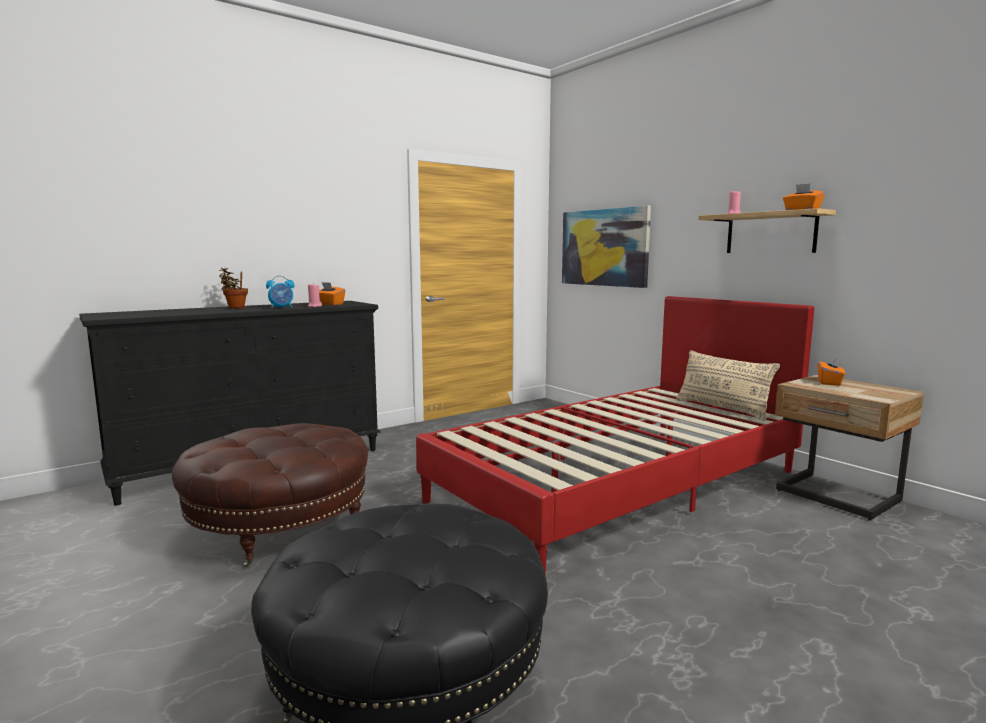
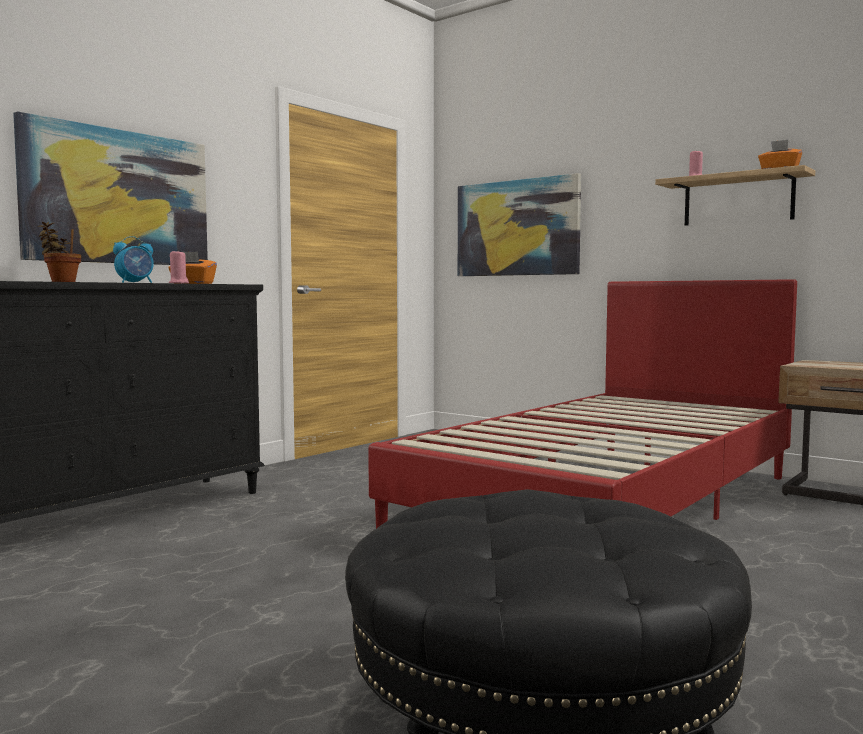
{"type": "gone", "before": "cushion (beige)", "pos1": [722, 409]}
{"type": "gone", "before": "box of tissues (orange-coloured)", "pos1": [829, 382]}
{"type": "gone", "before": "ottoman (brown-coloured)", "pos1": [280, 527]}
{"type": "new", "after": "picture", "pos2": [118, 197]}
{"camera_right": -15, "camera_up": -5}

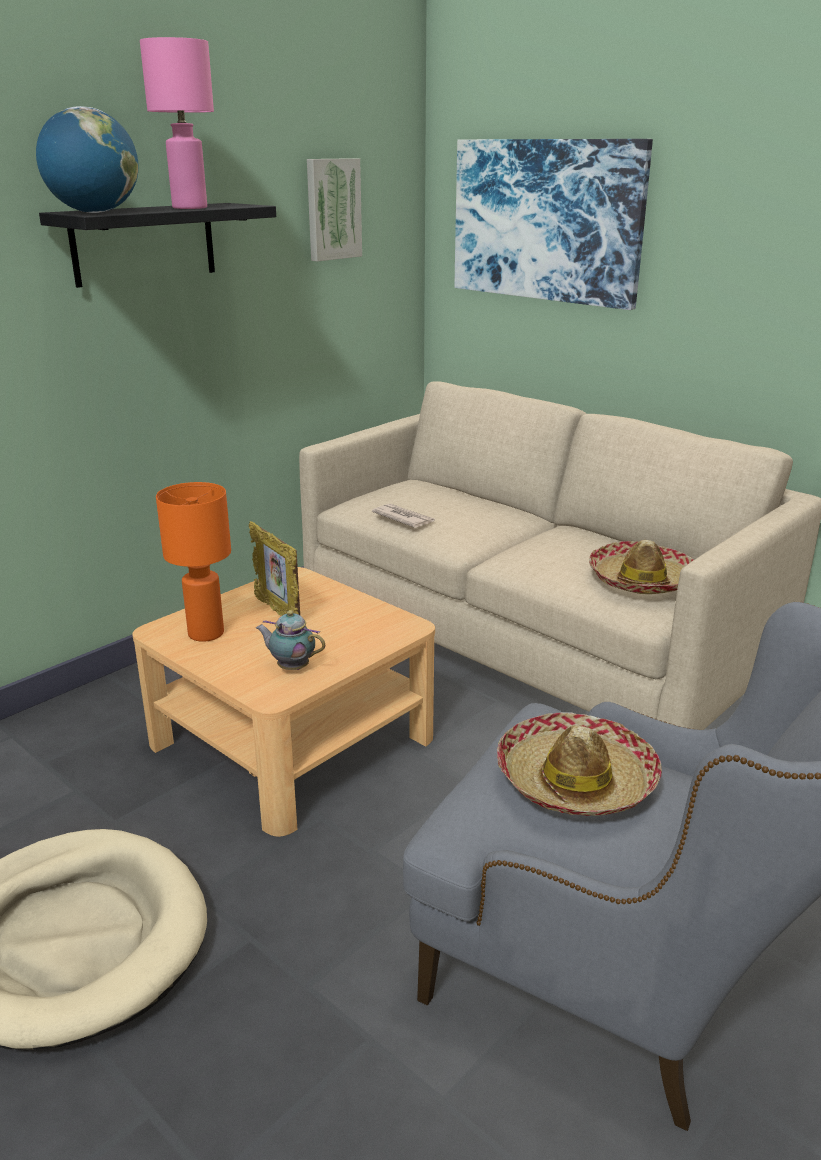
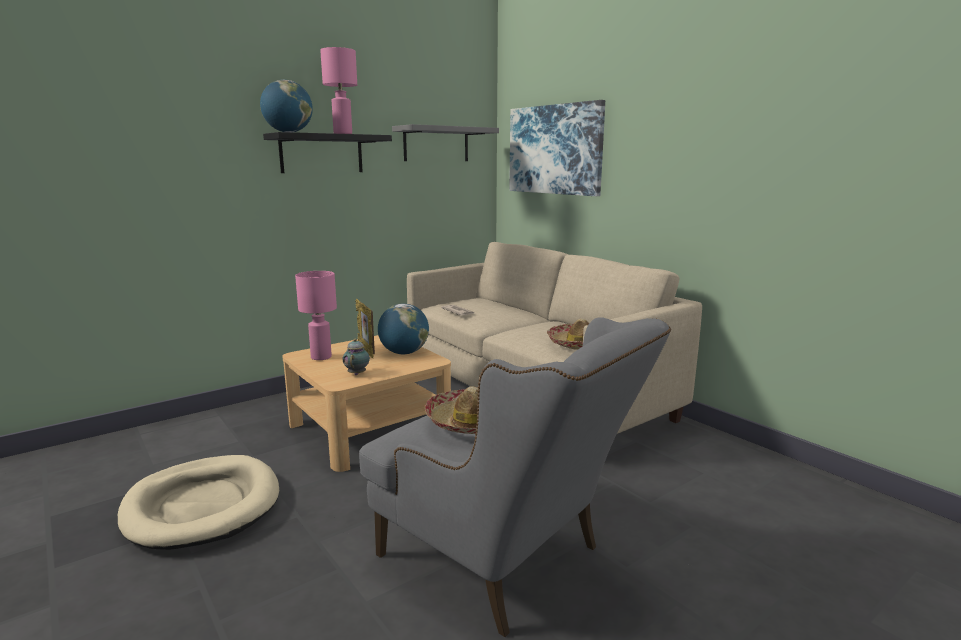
{"type": "swapped", "before": "picture", "after": "bracket shelf (greyish)", "pos1": [332, 209], "pos2": [436, 144]}
{"type": "repainted", "before": "table lamp (orange-coloured)", "after": "table lamp (pinkish)", "pos1": [206, 633], "pos2": [321, 357]}
{"type": "rotated", "before": "pot for tea", "pos1": [291, 667], "pos2": [357, 373], "turn": 60}
{"type": "new", "after": "desk globe", "pos2": [404, 353]}
{"camera_right": 10, "camera_up": -10}

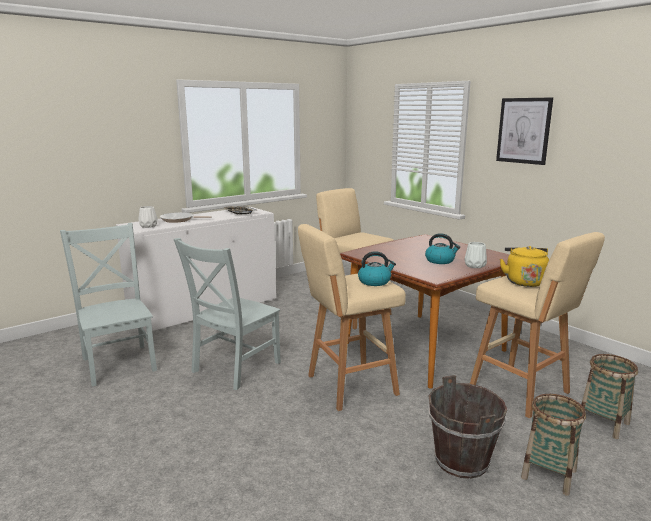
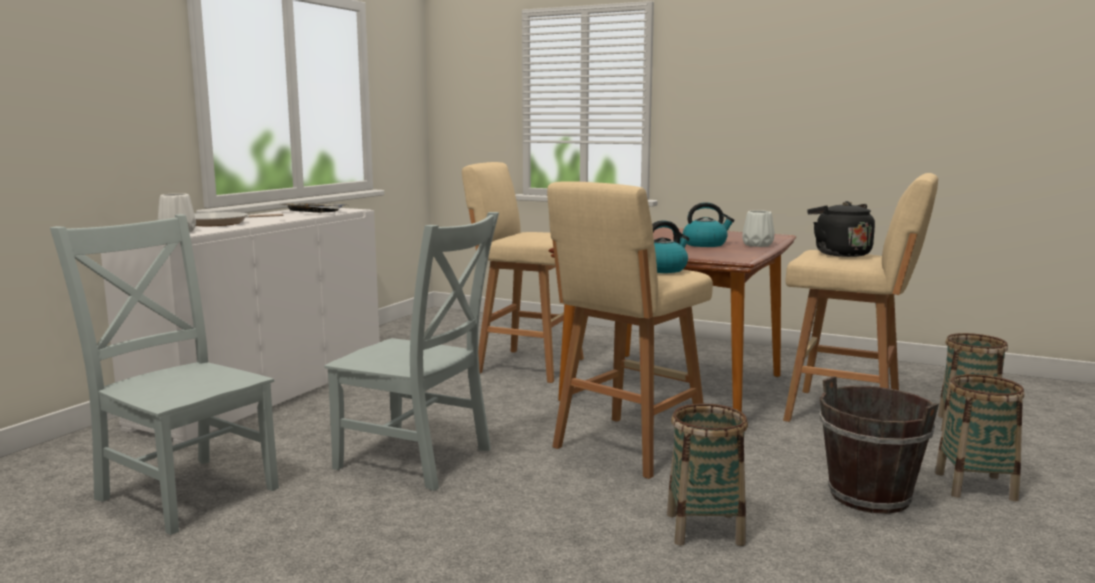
{"type": "gone", "before": "picture", "pos1": [523, 130]}
{"type": "rotated", "before": "plain chair (greyish)", "pos1": [233, 368], "pos2": [419, 460], "turn": -75}
{"type": "repainted", "before": "kettle (yellow)", "after": "kettle (black-coloured)", "pos1": [524, 281], "pos2": [839, 254]}
{"type": "new", "after": "basket", "pos2": [705, 529]}
{"camera_right": -25, "camera_up": -5}

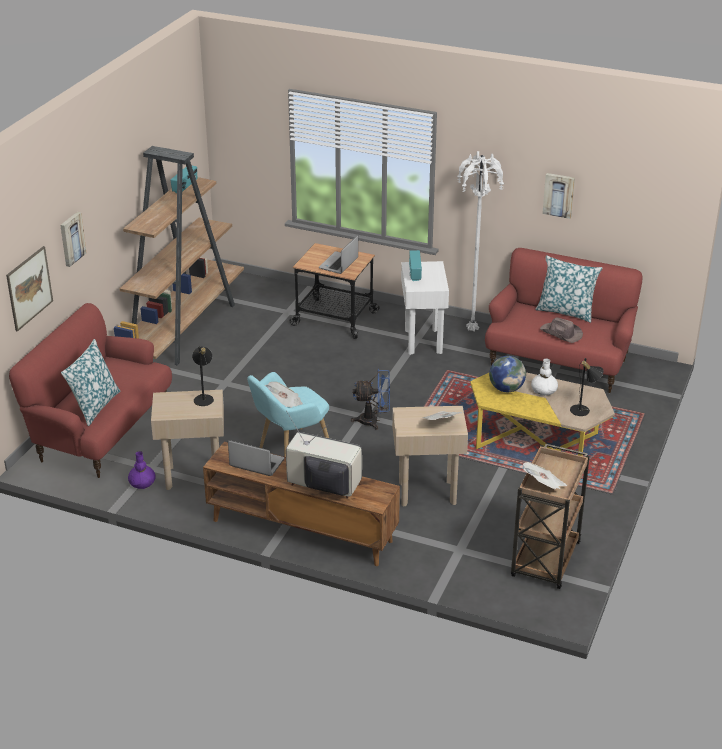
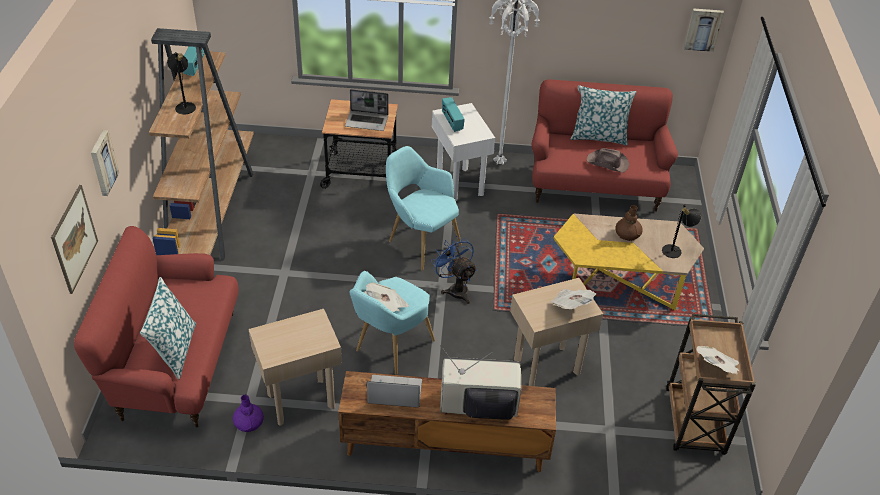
{"type": "shifted", "before": "picture", "pos1": [559, 195], "pos2": [703, 29]}
{"type": "rotated", "before": "portable computer", "pos1": [338, 264], "pos2": [367, 121], "turn": -90}
{"type": "shifted", "before": "table lamp (black-coloured)", "pos1": [204, 398], "pos2": [185, 106]}
{"type": "gone", "before": "desk globe", "pos1": [506, 389]}
{"type": "repainted", "before": "flower vase (white)", "after": "flower vase (brown-coloured)", "pos1": [543, 390], "pos2": [627, 234]}
{"type": "rotated", "before": "electric fan (blue-coloured)", "pos1": [374, 421], "pos2": [455, 289], "turn": -105}
{"type": "new", "after": "lounge chair (turquoise-coloured)", "pos2": [420, 241]}
{"camera_right": -20, "camera_up": 10}

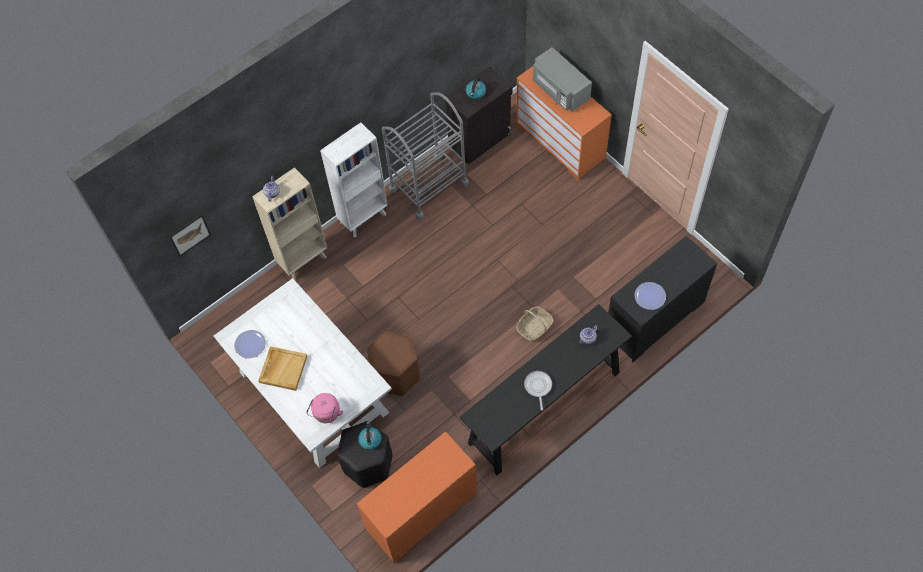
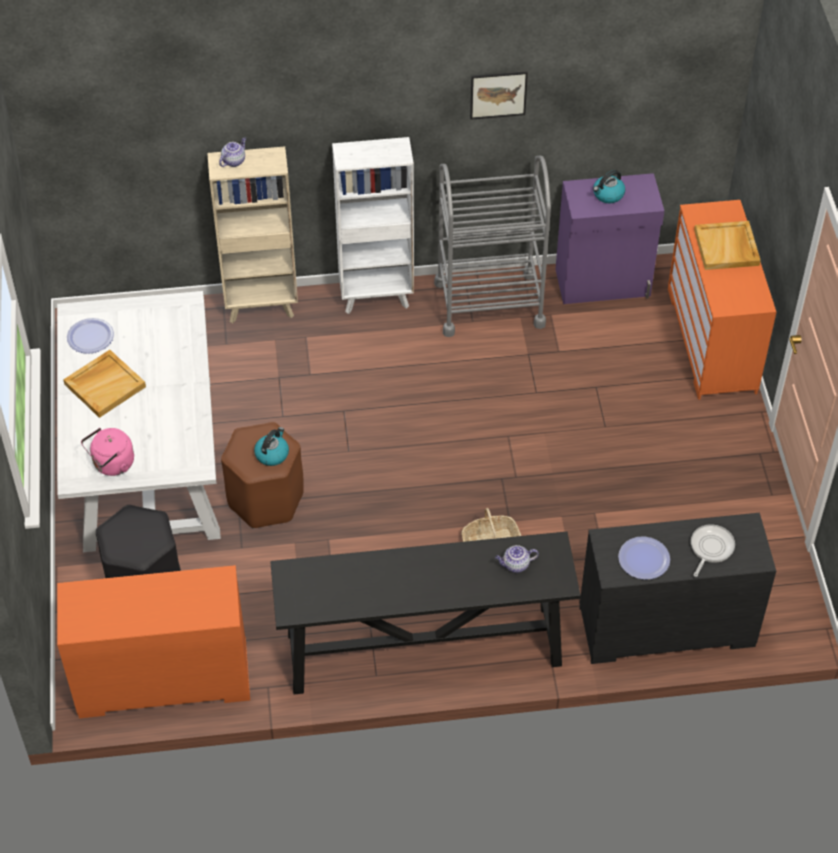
{"type": "swapped", "before": "microwave oven (greyish)", "after": "serving tray (beige)", "pos1": [559, 90], "pos2": [727, 248]}
{"type": "repainted", "before": "storage cabinet (black-coloured)", "after": "storage cabinet (purplish)", "pos1": [480, 140], "pos2": [603, 283]}
{"type": "shifted", "before": "picture", "pos1": [190, 235], "pos2": [498, 94]}
{"type": "shifted", "before": "frying pan", "pos1": [538, 387], "pos2": [710, 548]}
{"type": "shifted", "before": "kettle", "pos1": [370, 439], "pos2": [272, 454]}
{"camera_right": 30, "camera_up": -10}

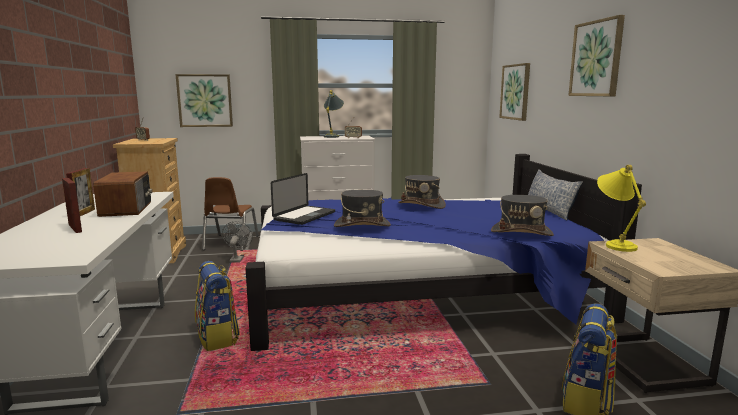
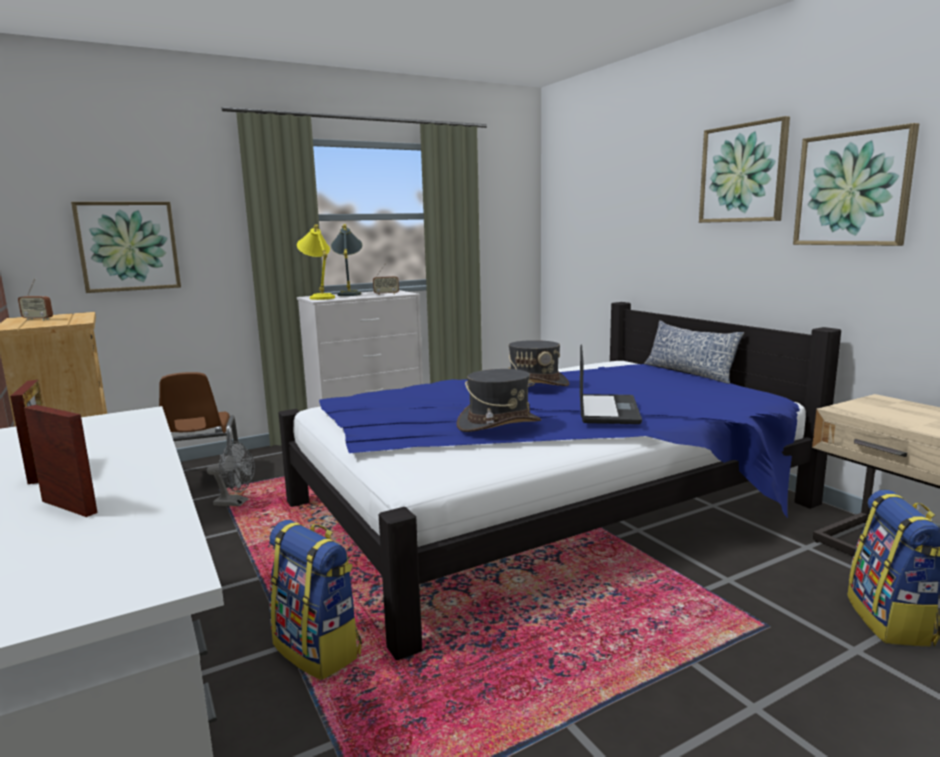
{"type": "shifted", "before": "picture", "pos1": [515, 92], "pos2": [853, 189]}
{"type": "shifted", "before": "table lamp (yellow)", "pos1": [614, 244], "pos2": [319, 297]}
{"type": "gone", "before": "radio set", "pos1": [127, 209]}
{"type": "shifted", "before": "portable computer", "pos1": [304, 216], "pos2": [608, 410]}
{"type": "gone", "before": "hat (greyish)", "pos1": [521, 232]}
{"type": "rotated", "before": "electric fan (greyish)", "pos1": [237, 259], "pos2": [236, 503], "turn": 120}
{"camera_right": -20, "camera_up": 0}

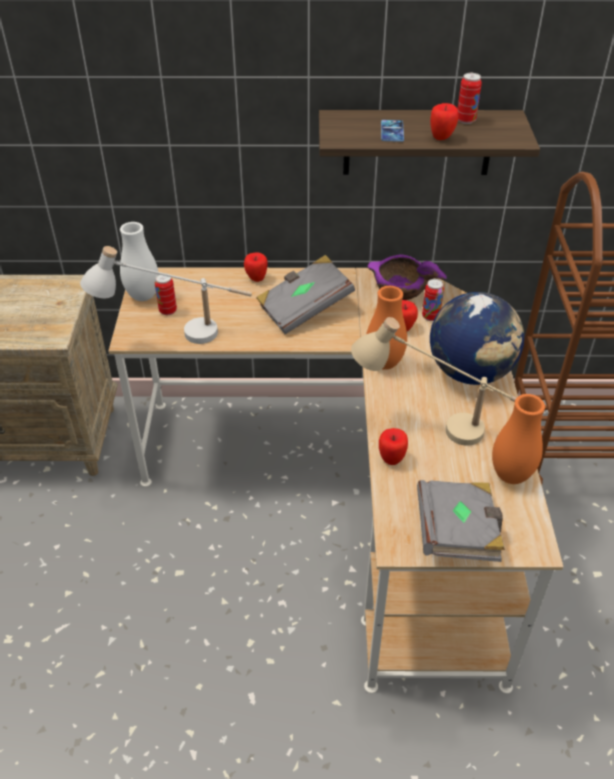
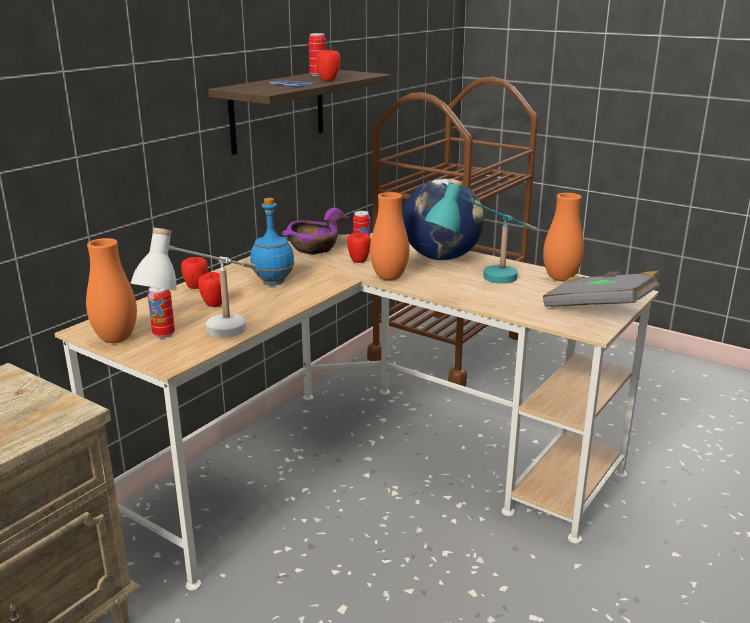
{"type": "repainted", "before": "flower vase (white)", "after": "flower vase (orange-coloured)", "pos1": [143, 296], "pos2": [116, 339]}
{"type": "swapped", "before": "bound book (greyish)", "after": "bottle (blue-coloured)", "pos1": [304, 308], "pos2": [272, 283]}
{"type": "repainted", "before": "table lamp (beige)", "after": "table lamp (turquoise-coloured)", "pos1": [435, 427], "pos2": [483, 283]}
{"type": "shifted", "before": "apple fruit", "pos1": [391, 459], "pos2": [214, 305]}
{"camera_right": -55, "camera_up": -20}

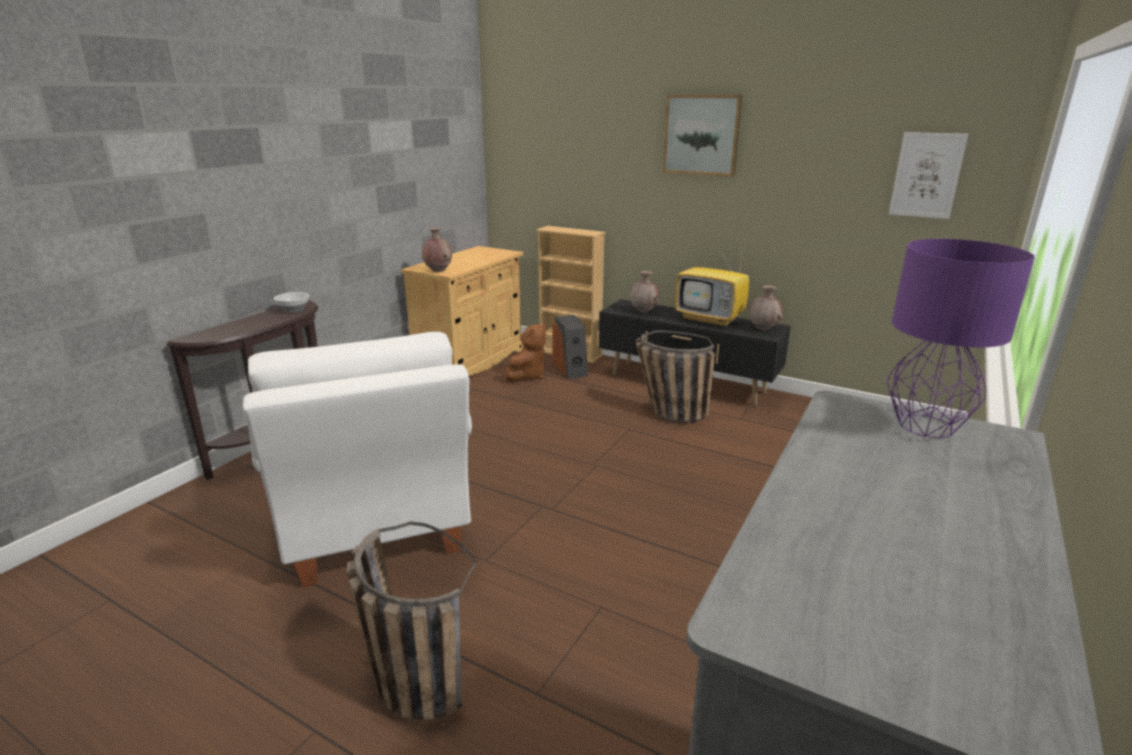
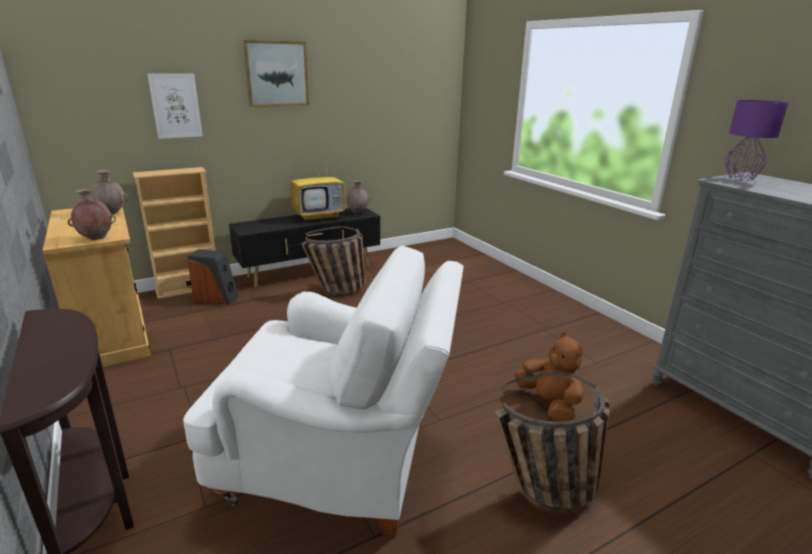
{"type": "shifted", "before": "picture", "pos1": [926, 175], "pos2": [176, 106]}
{"type": "shifted", "before": "flower vase (brown-coloured)", "pos1": [643, 311], "pos2": [111, 213]}
{"type": "gone", "before": "serving bowl", "pos1": [293, 309]}
{"type": "shifted", "before": "plush toy (brown-coloured)", "pos1": [527, 376], "pos2": [549, 404]}
{"camera_right": -60, "camera_up": 0}

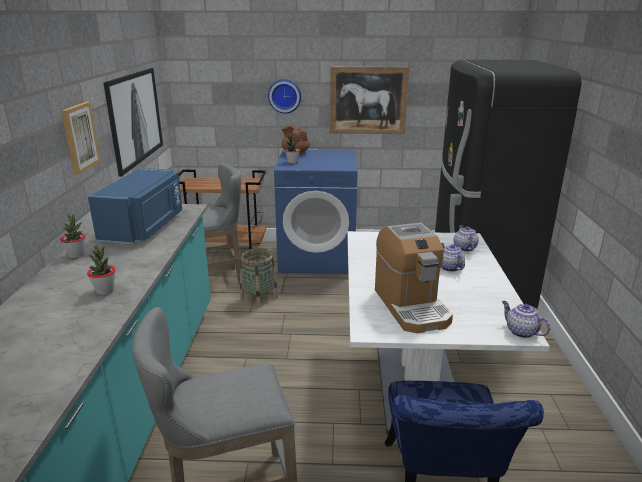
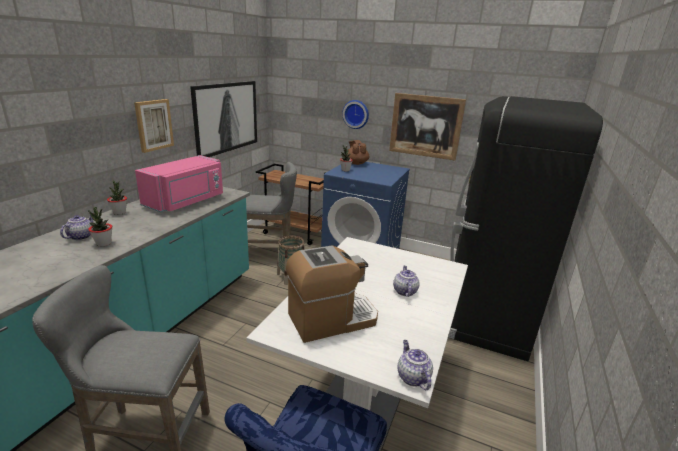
{"type": "repainted", "before": "microwave oven (blue-coloured)", "after": "microwave oven (pinkish)", "pos1": [145, 227], "pos2": [186, 201]}
{"type": "rotated", "before": "coffee machine", "pos1": [411, 306], "pos2": [332, 319], "turn": -120}
{"type": "shifted", "before": "pot for tea", "pos1": [464, 248], "pos2": [81, 236]}
{"camera_right": 20, "camera_up": 0}

